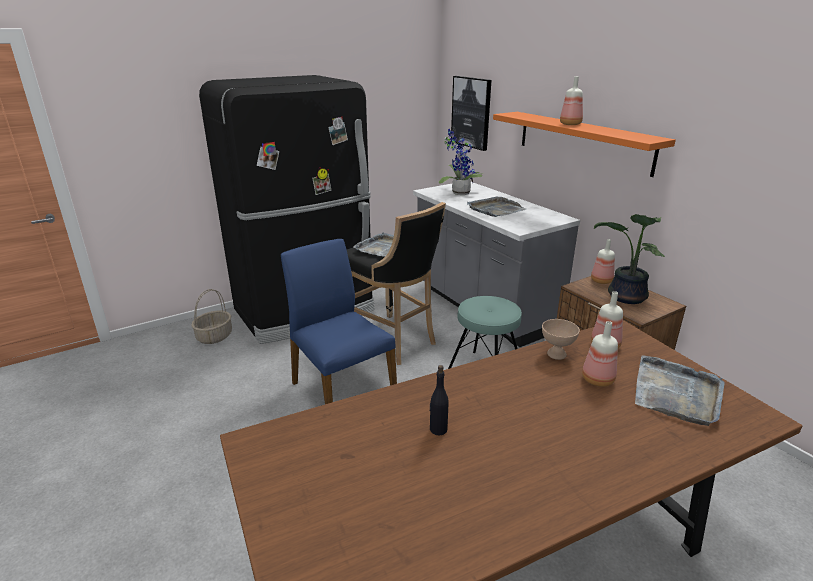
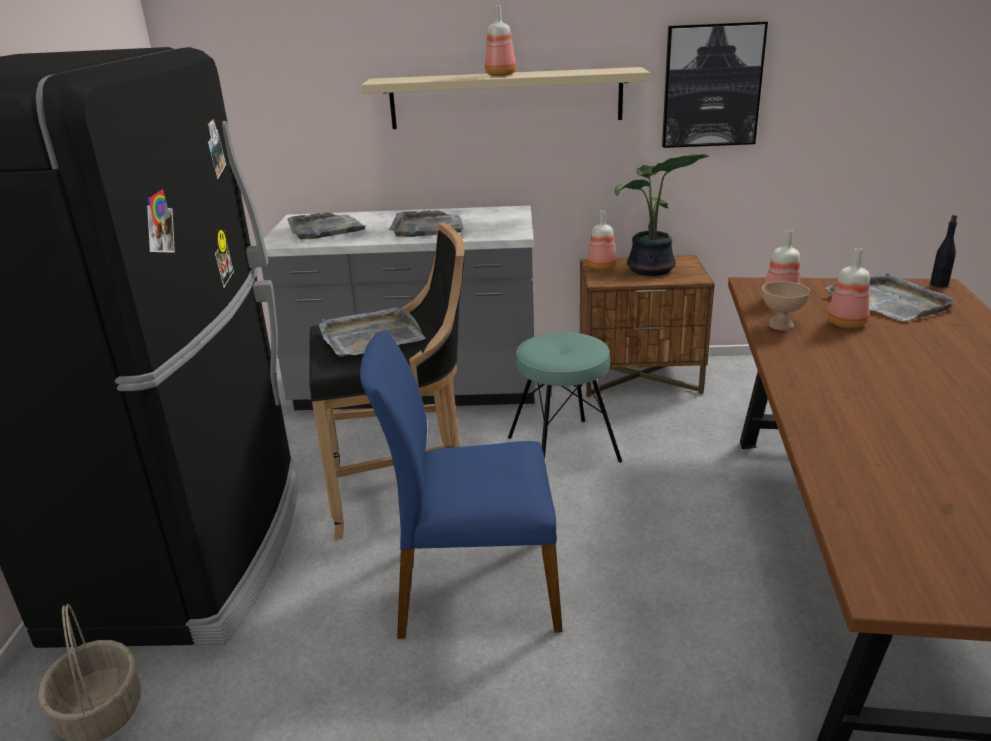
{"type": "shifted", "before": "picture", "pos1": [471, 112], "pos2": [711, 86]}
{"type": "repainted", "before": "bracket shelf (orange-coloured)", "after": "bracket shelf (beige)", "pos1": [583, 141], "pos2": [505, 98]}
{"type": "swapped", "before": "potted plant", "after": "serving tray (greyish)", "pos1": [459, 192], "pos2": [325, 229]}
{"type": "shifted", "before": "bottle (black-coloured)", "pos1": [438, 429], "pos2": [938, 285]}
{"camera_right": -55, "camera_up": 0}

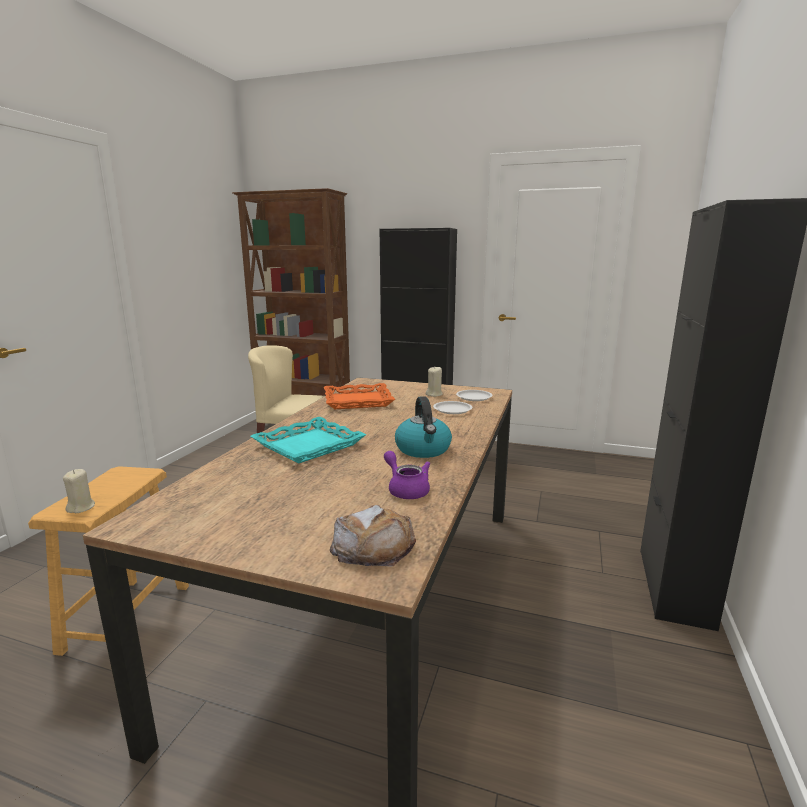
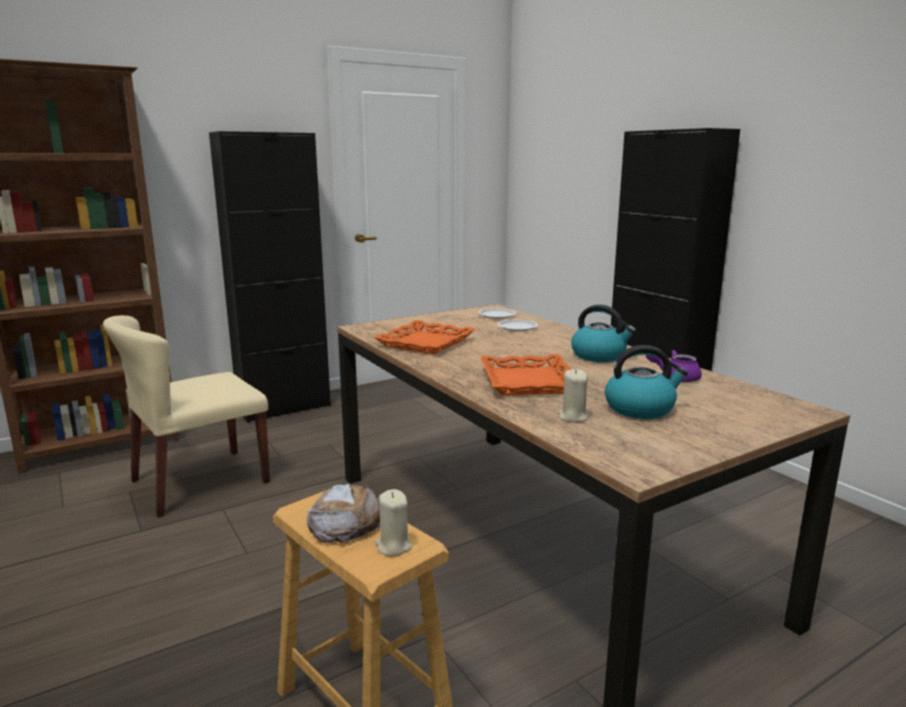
{"type": "shifted", "before": "wax light (beige)", "pos1": [434, 394], "pos2": [572, 417]}
{"type": "repainted", "before": "serving tray (turquoise-coloured)", "after": "serving tray (orange-coloured)", "pos1": [308, 445], "pos2": [527, 382]}
{"type": "shifted", "before": "bakery bread", "pos1": [373, 546], "pos2": [345, 522]}
{"type": "new", "after": "kettle", "pos2": [640, 408]}
{"camera_right": -50, "camera_up": 0}

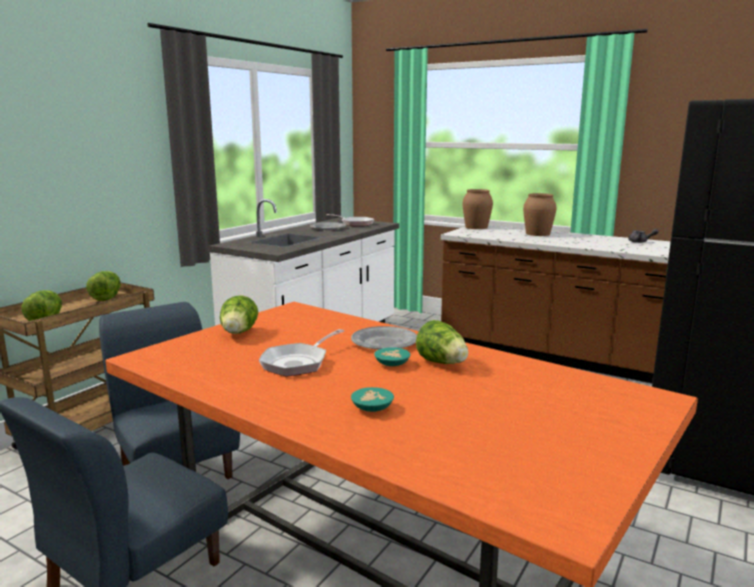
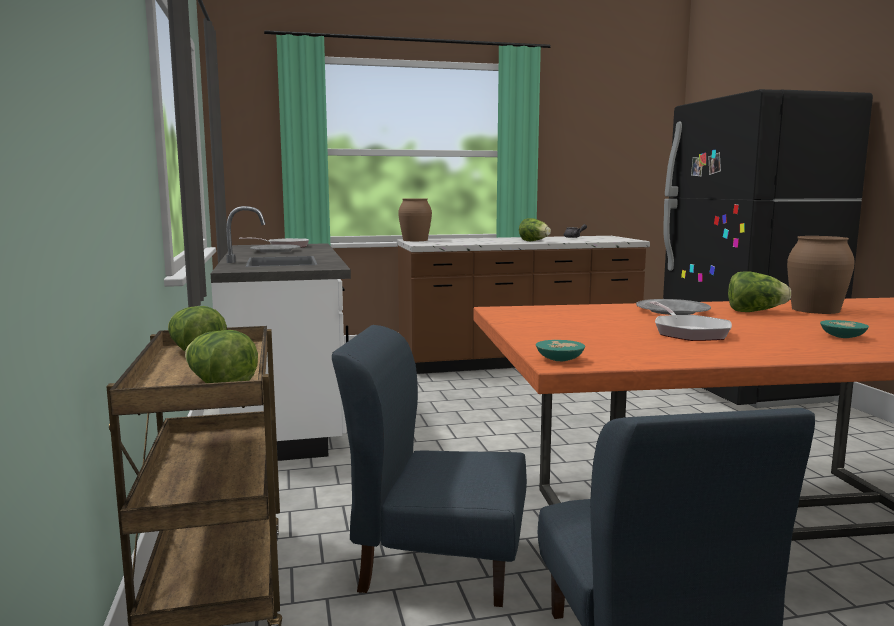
{"type": "shifted", "before": "flower vase (brown-coloured)", "pos1": [538, 234], "pos2": [816, 310]}
{"type": "shifted", "before": "head of lettuce", "pos1": [238, 333], "pos2": [534, 241]}
{"type": "shifted", "before": "serving bowl (turquoise-coloured)", "pos1": [393, 364], "pos2": [561, 359]}
{"camera_right": -45, "camera_up": -5}

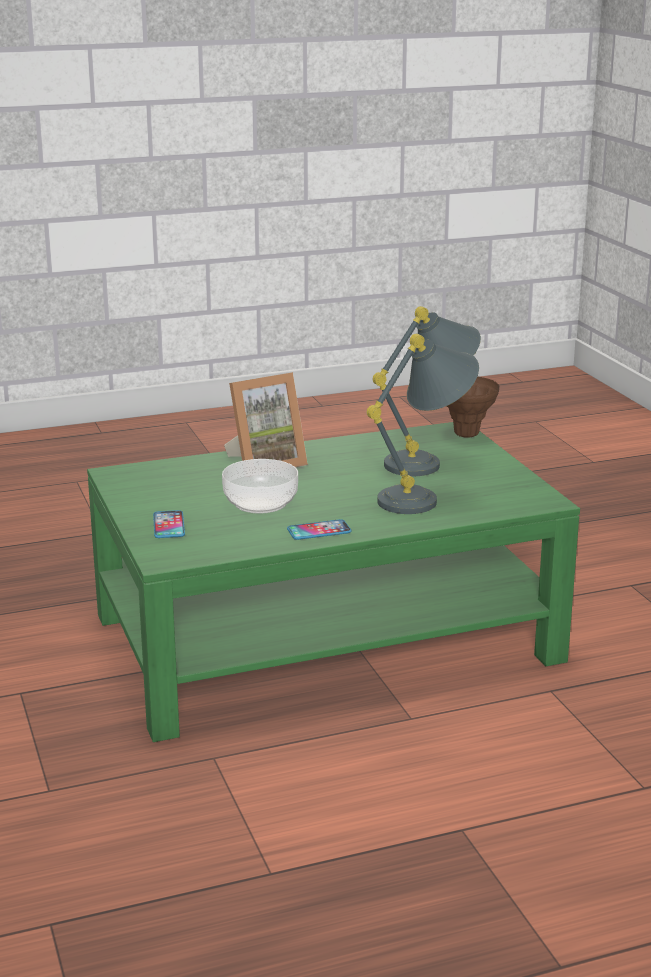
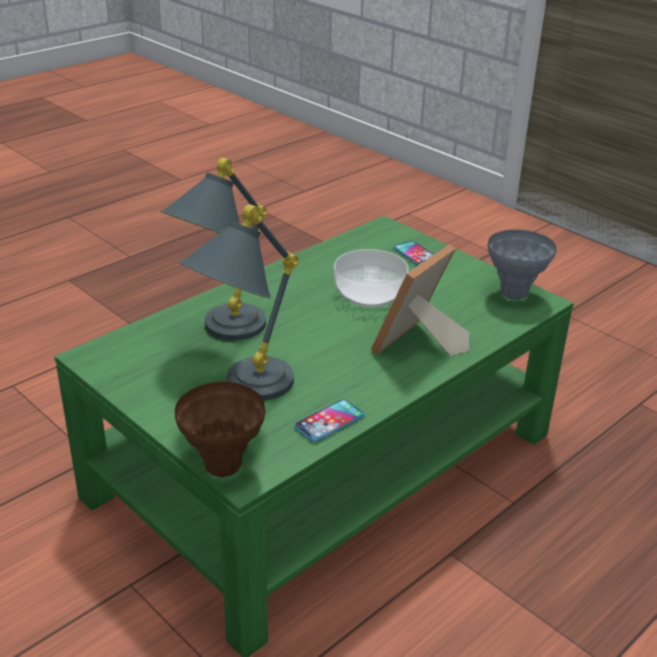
{"type": "shifted", "before": "telephone", "pos1": [319, 531], "pos2": [329, 421]}
{"type": "new", "after": "flower vase (greyish)", "pos2": [514, 294]}
{"camera_right": 155, "camera_up": 10}

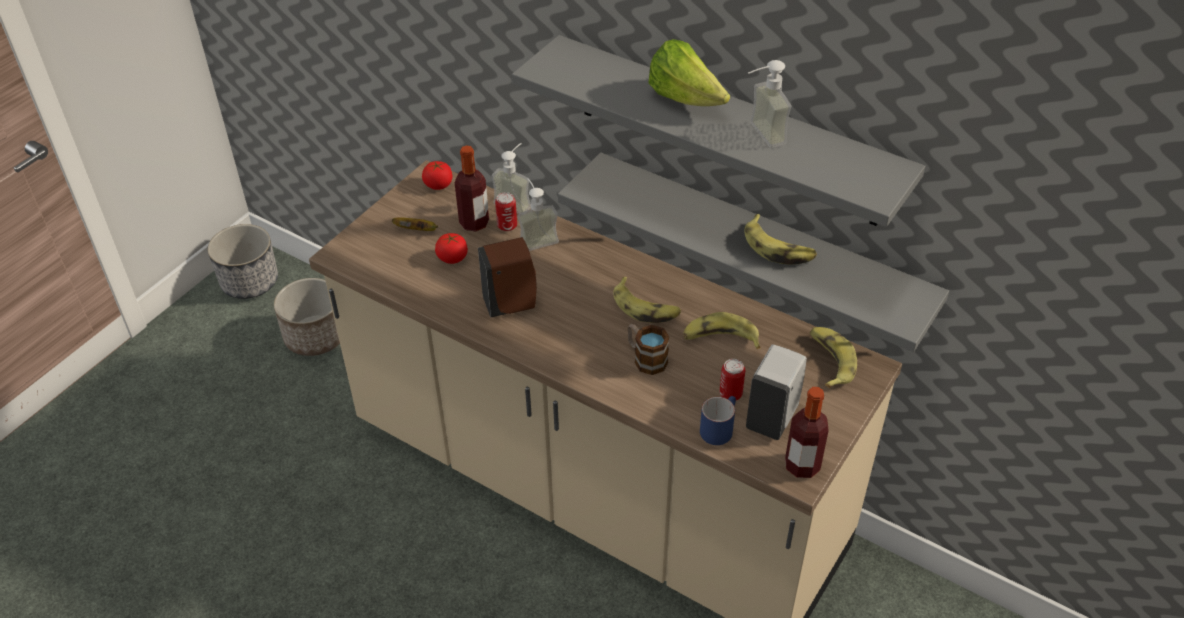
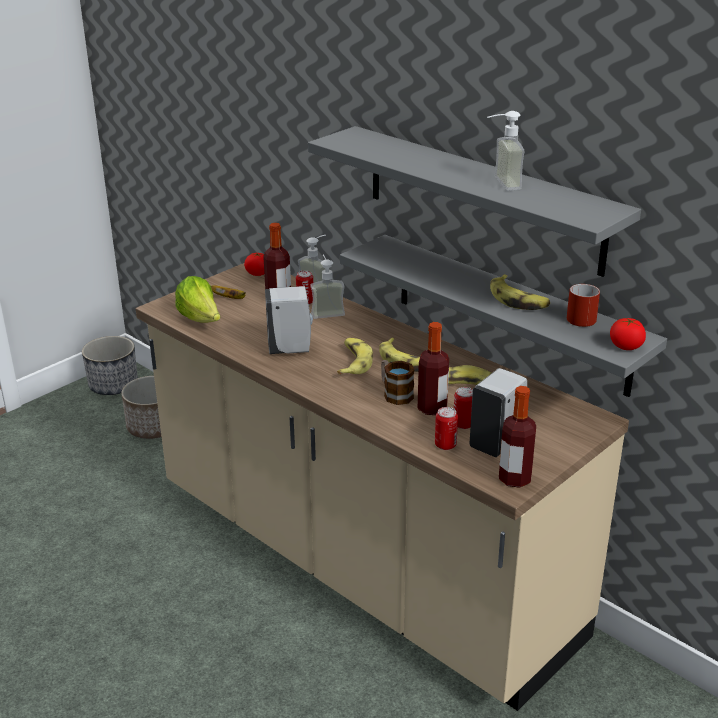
{"type": "shifted", "before": "head of lettuce", "pos1": [685, 99], "pos2": [201, 319]}
{"type": "shifted", "before": "tomato", "pos1": [452, 258], "pos2": [625, 346]}
{"type": "repainted", "before": "soap bottle (brown-coloured)", "after": "soap bottle (white)", "pos1": [512, 304], "pos2": [291, 349]}
{"type": "shifted", "before": "banana", "pos1": [830, 361], "pos2": [353, 362]}
{"type": "swapped", "before": "mug (blue-coloured)", "after": "can", "pos1": [718, 427], "pos2": [445, 445]}
{"type": "new", "after": "mug (reddish)", "pos2": [581, 317]}
{"type": "new", "after": "bottle", "pos2": [432, 408]}
{"camera_right": 10, "camera_up": -15}

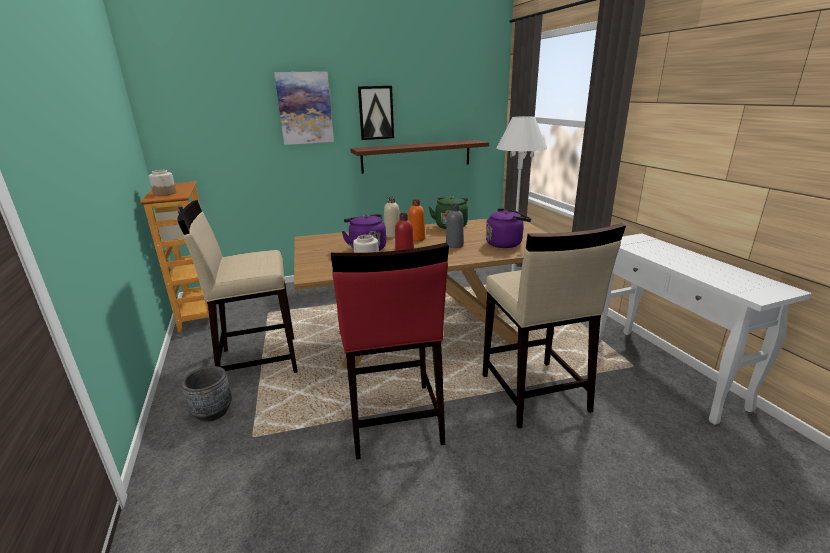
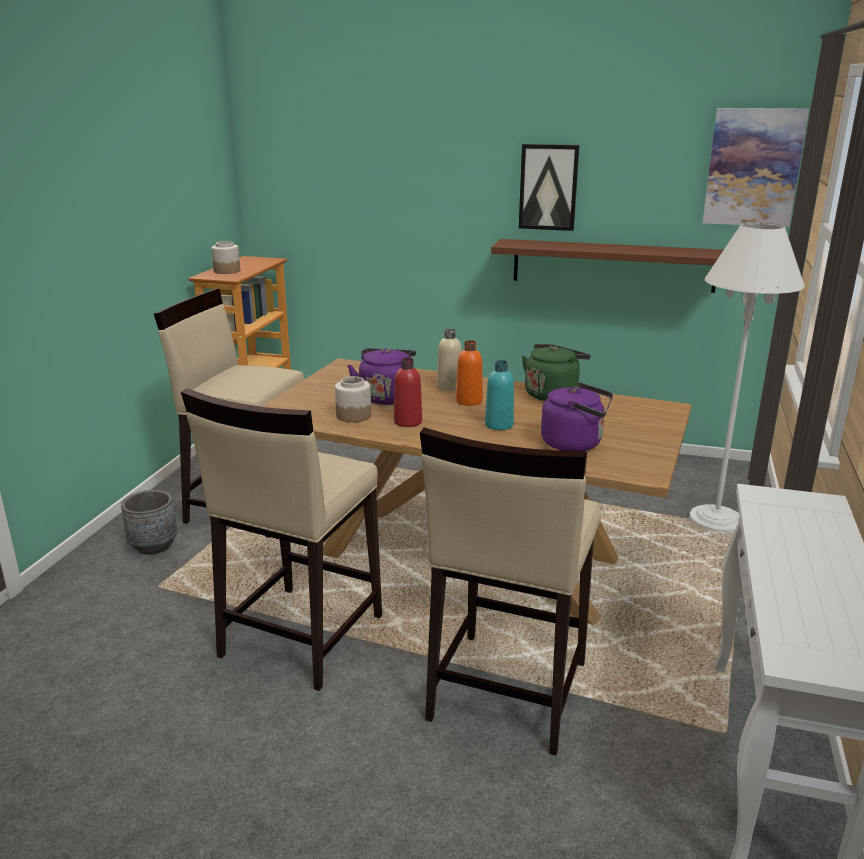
{"type": "shifted", "before": "picture", "pos1": [305, 108], "pos2": [753, 167]}
{"type": "repainted", "before": "bottle (greyish)", "after": "bottle (turquoise-coloured)", "pos1": [454, 245], "pos2": [499, 425]}
{"type": "repainted", "before": "stool seat (reddish)", "after": "stool seat (beige)", "pos1": [393, 420], "pos2": [300, 636]}
{"camera_right": 35, "camera_up": 0}

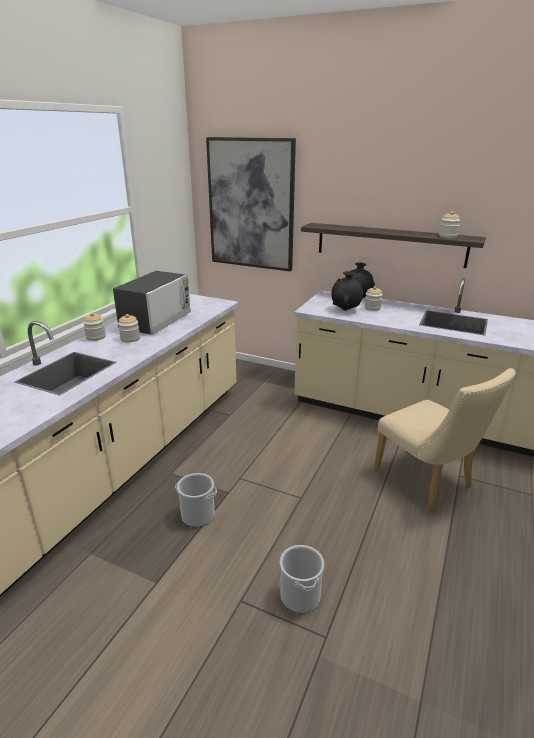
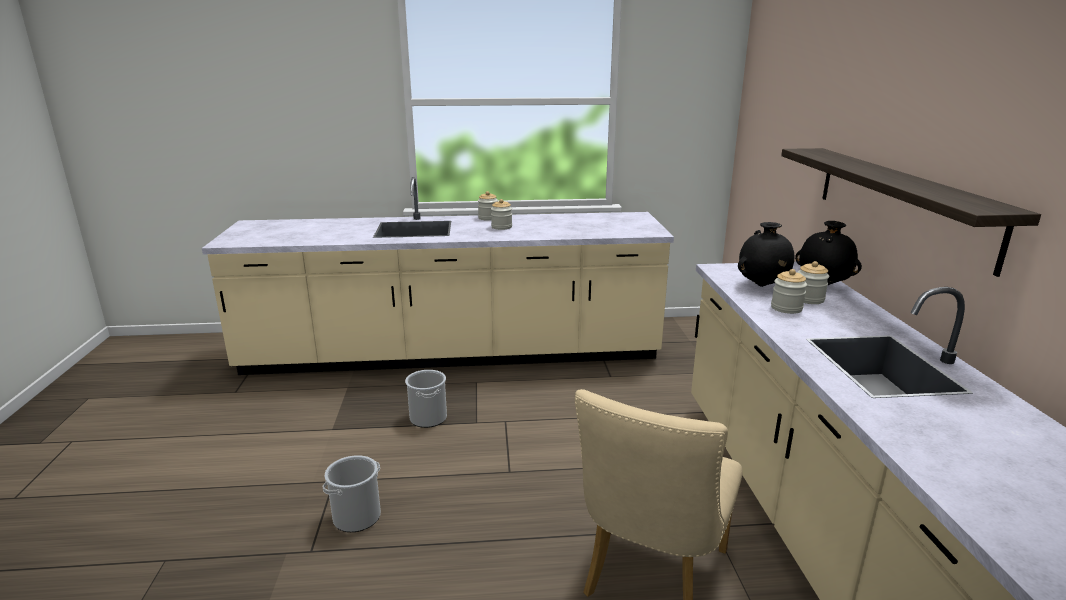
{"type": "gone", "before": "picture", "pos1": [251, 205]}
{"type": "shifted", "before": "storage jar", "pos1": [447, 236], "pos2": [786, 308]}
{"type": "gone", "before": "microwave oven", "pos1": [156, 321]}
{"camera_right": 60, "camera_up": -5}

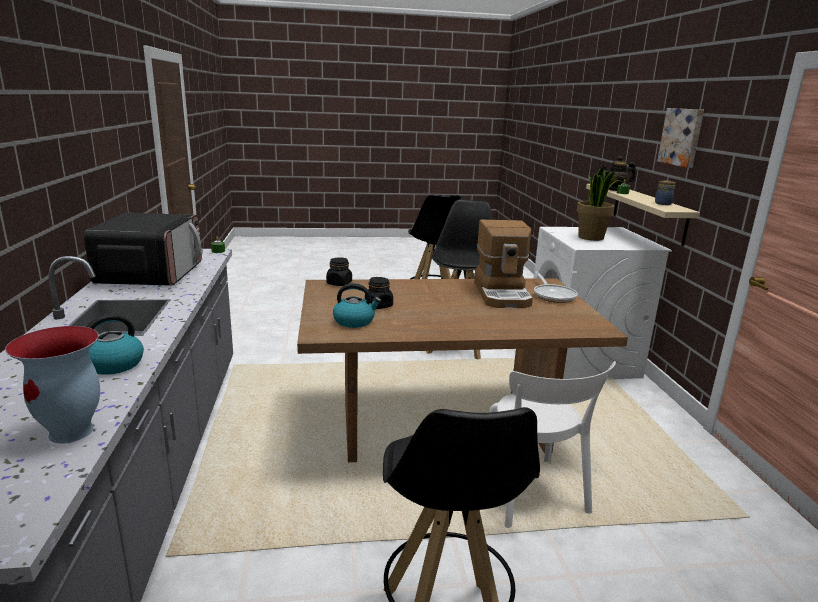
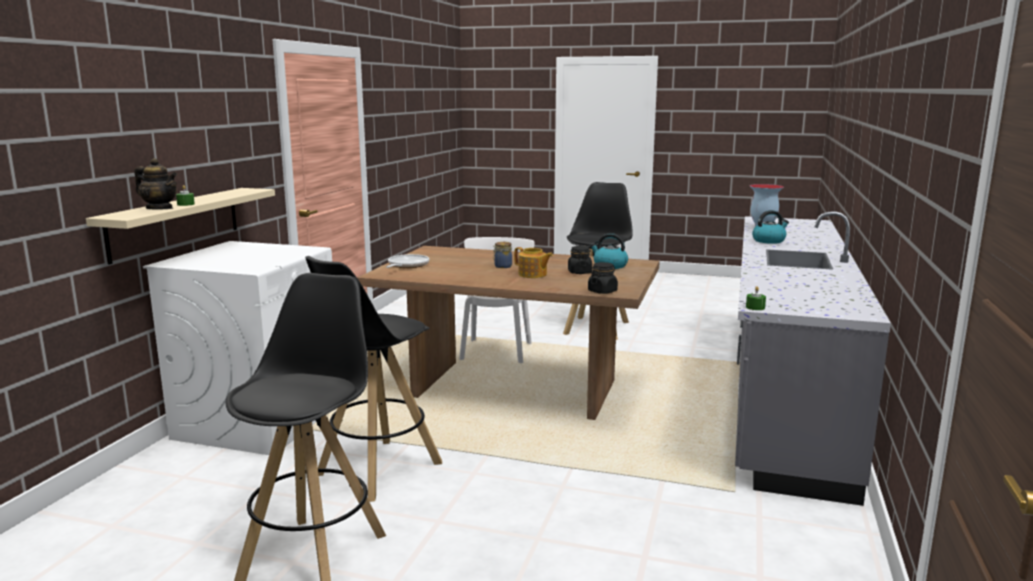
{"type": "gone", "before": "picture", "pos1": [682, 137]}
{"type": "gone", "before": "potted plant", "pos1": [591, 237]}
{"type": "shifted", "before": "storage jar", "pos1": [663, 203], "pos2": [502, 266]}
{"type": "gone", "before": "microwave oven", "pos1": [151, 274]}
{"type": "gone", "before": "coffee machine", "pos1": [503, 294]}
{"type": "new", "after": "pot for tea", "pos2": [533, 275]}
{"camera_right": -155, "camera_up": -5}

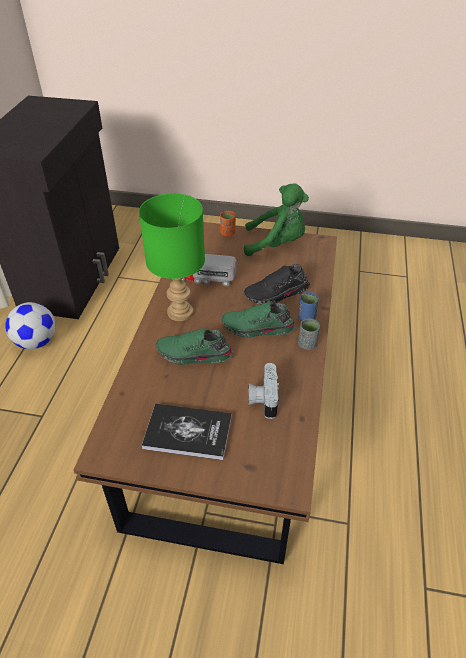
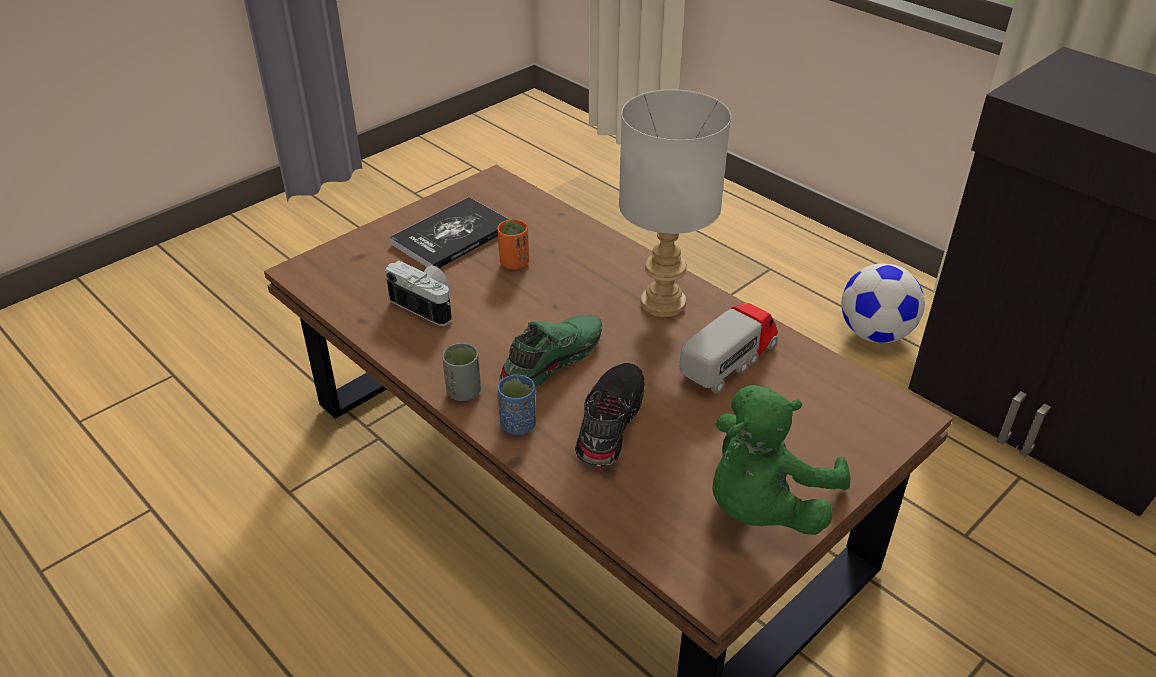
{"type": "repainted", "before": "table lamp (greenish)", "after": "table lamp (greyish)", "pos1": [181, 311], "pos2": [663, 304]}
{"type": "shifted", "before": "cup (orange-coloured)", "pos1": [227, 233], "pos2": [514, 263]}
{"type": "gone", "before": "low shoe (greenish)", "pos1": [193, 355]}
{"camera_right": 125, "camera_up": -5}

